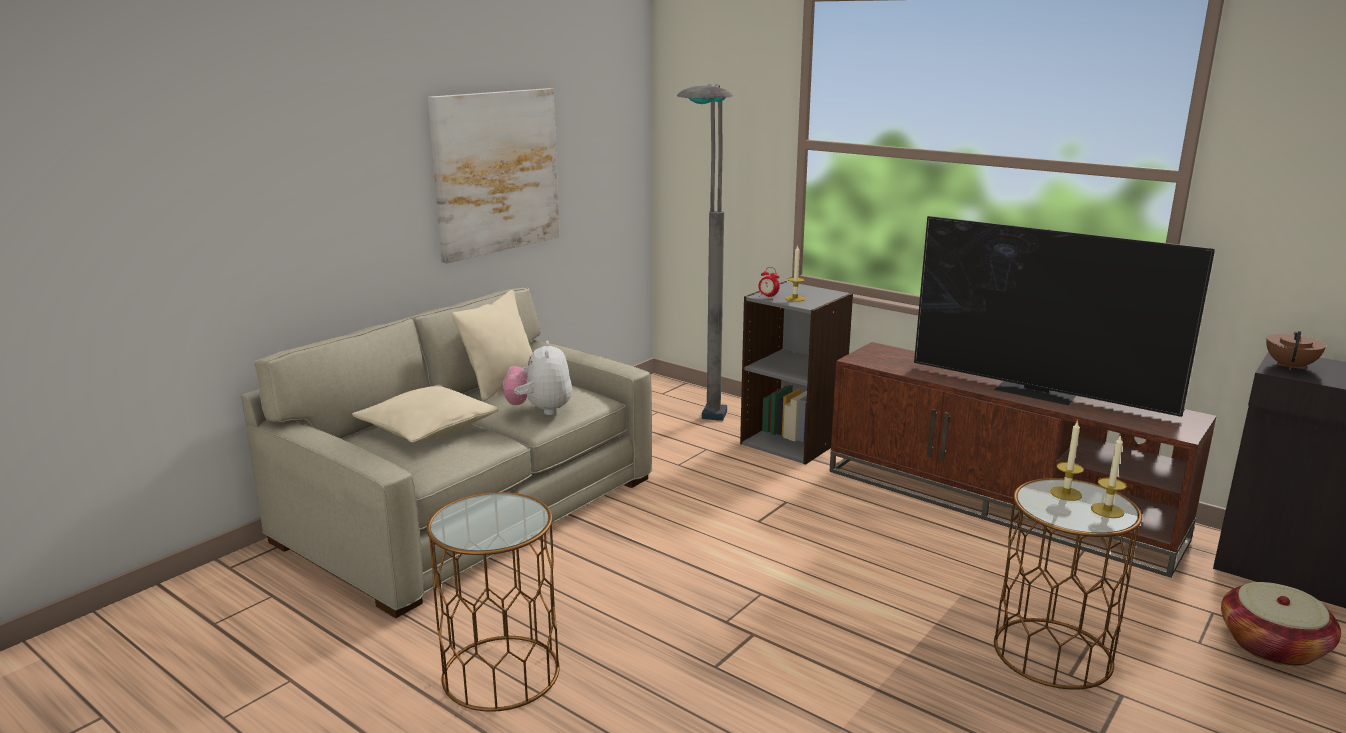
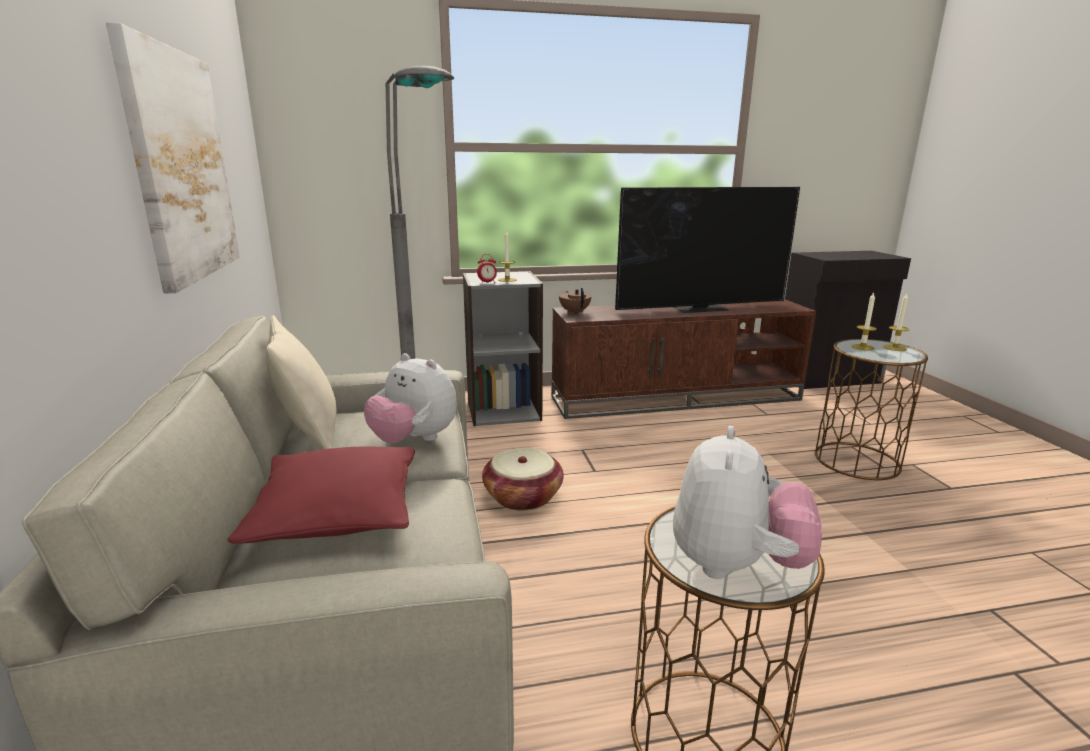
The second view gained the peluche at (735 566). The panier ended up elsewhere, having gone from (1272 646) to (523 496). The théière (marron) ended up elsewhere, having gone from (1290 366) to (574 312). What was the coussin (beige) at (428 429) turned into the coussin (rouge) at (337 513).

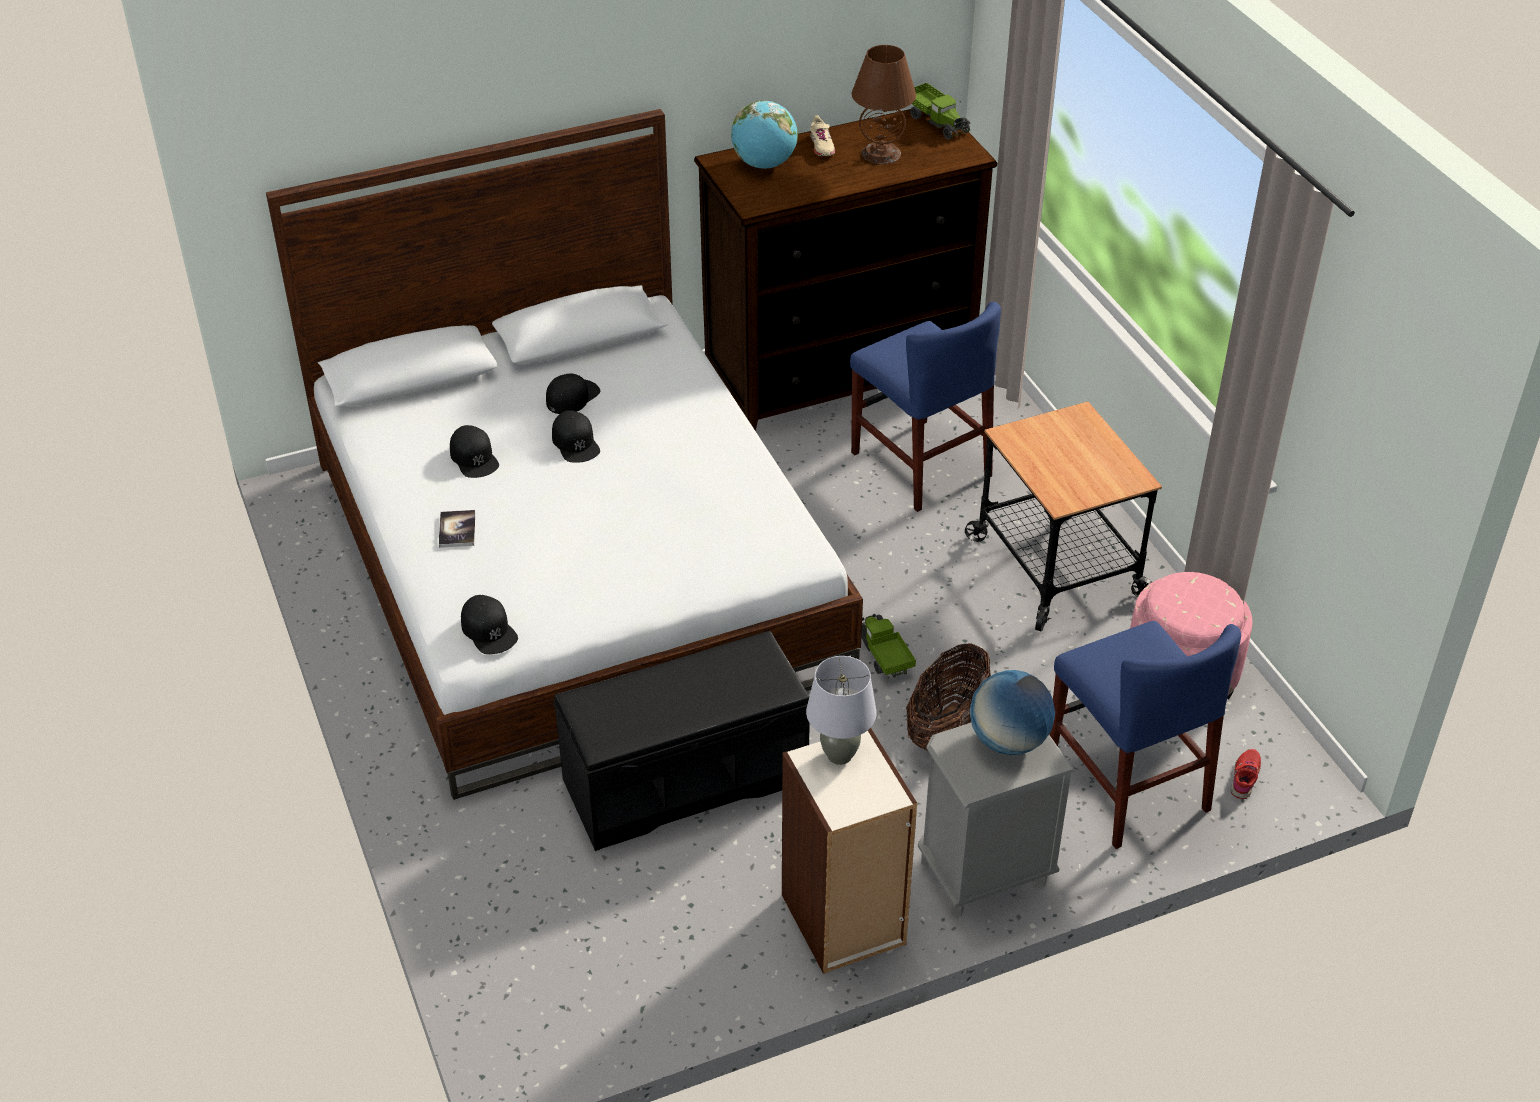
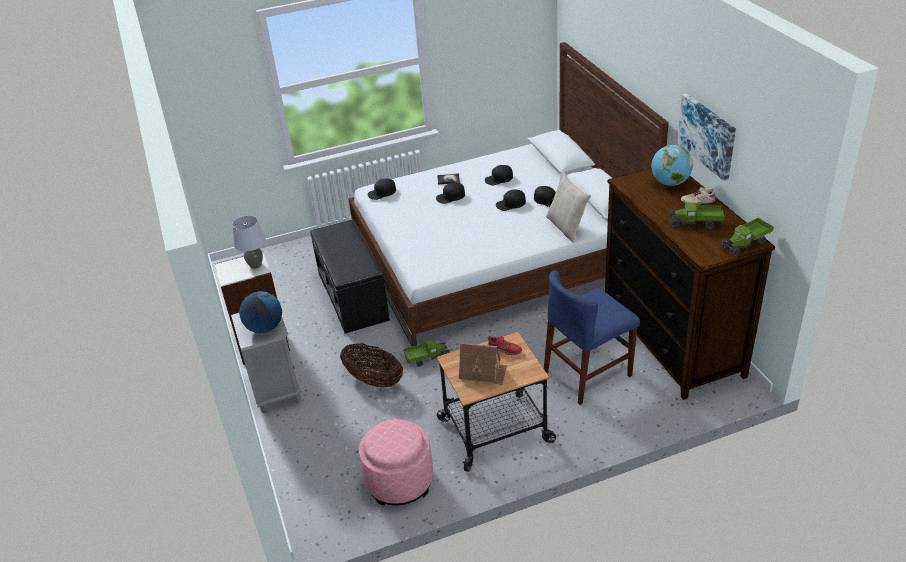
The second view lost the chaise (bleu) at (1126 784). The second view gained the casquette (noir) at (450 196). The second view gained the maison miniature at (482 372). The second view gained the coussin (beige) at (567 227). The second view gained the tableau at (707 135). The chaussure (rouge) ended up elsewhere, having gone from (1245 777) to (504 349). Where the lampe de table (marron) stood at (881 153), the camion jouet came to stand at (696 223).

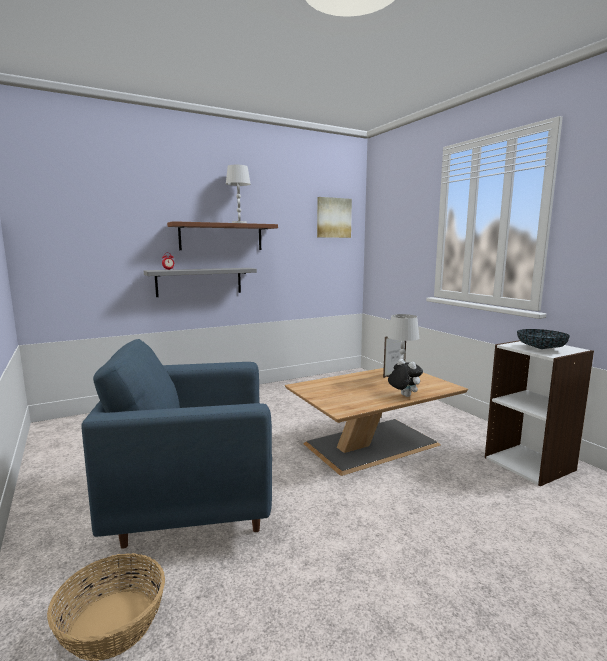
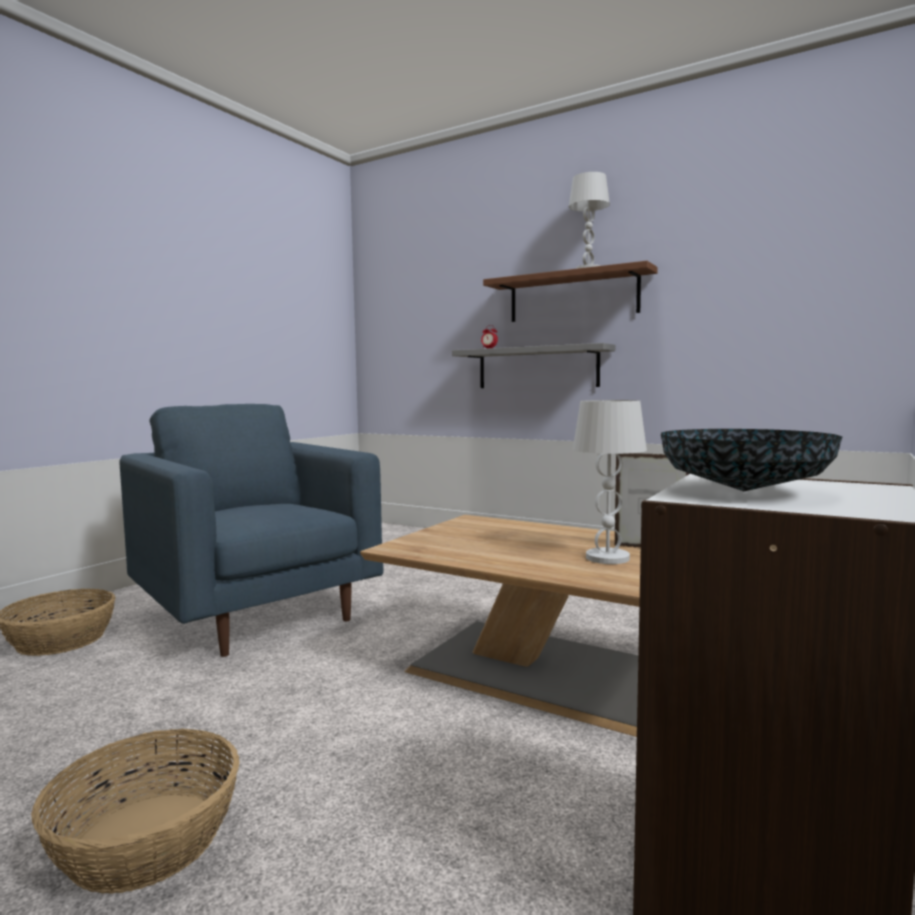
The second view lost the tableau at (333 218). The second view lost the peluche at (403 396). The second view gained the panier at (145 839).

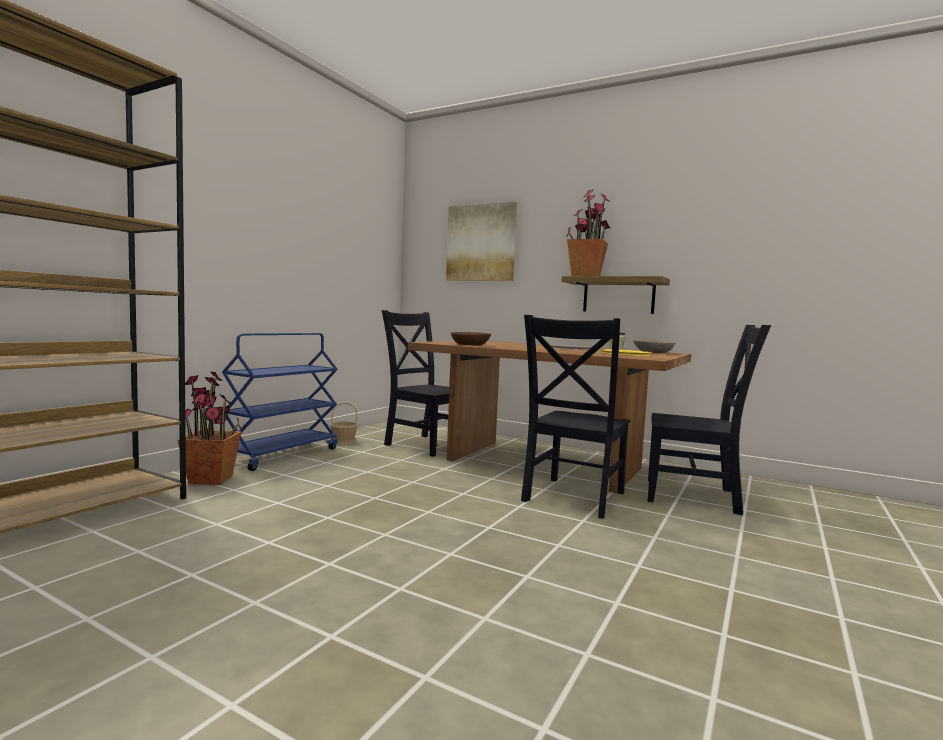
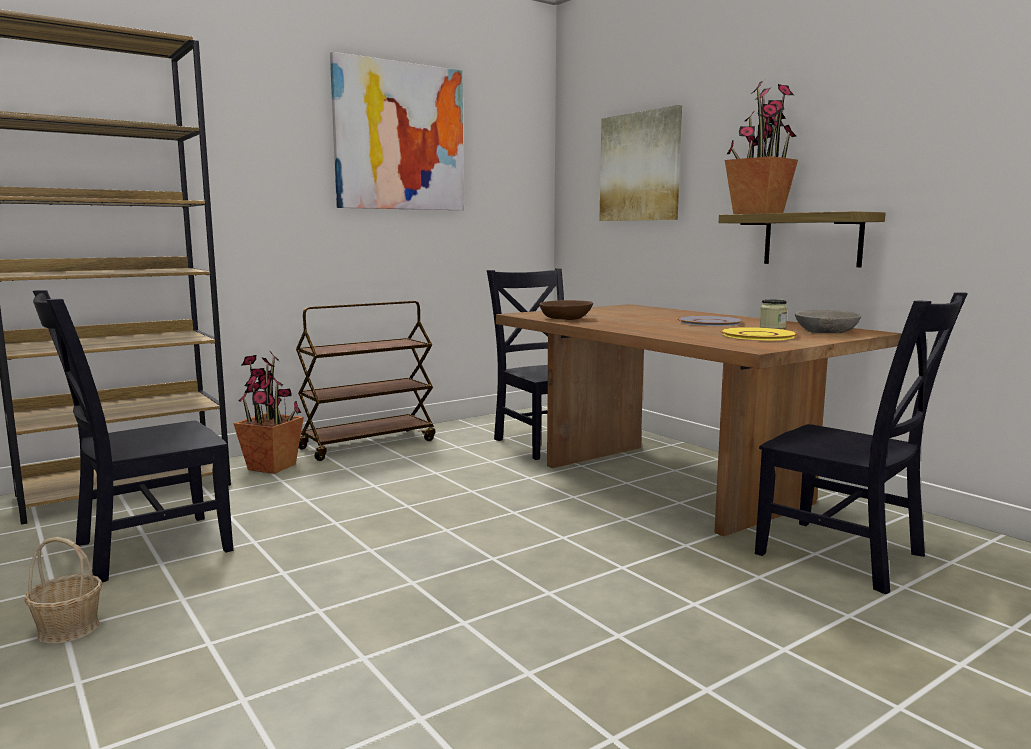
The second view gained the tableau at (399 137). The panier ended up elsewhere, having gone from (343 441) to (68 629). The chaise (noir) ended up elsewhere, having gone from (572 498) to (145 549). What was the chariot (bleu) at (282 455) turned into the chariot (marron) at (368 444).

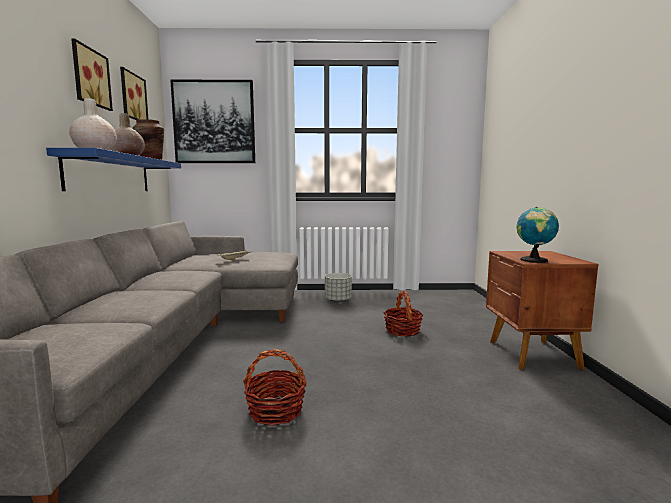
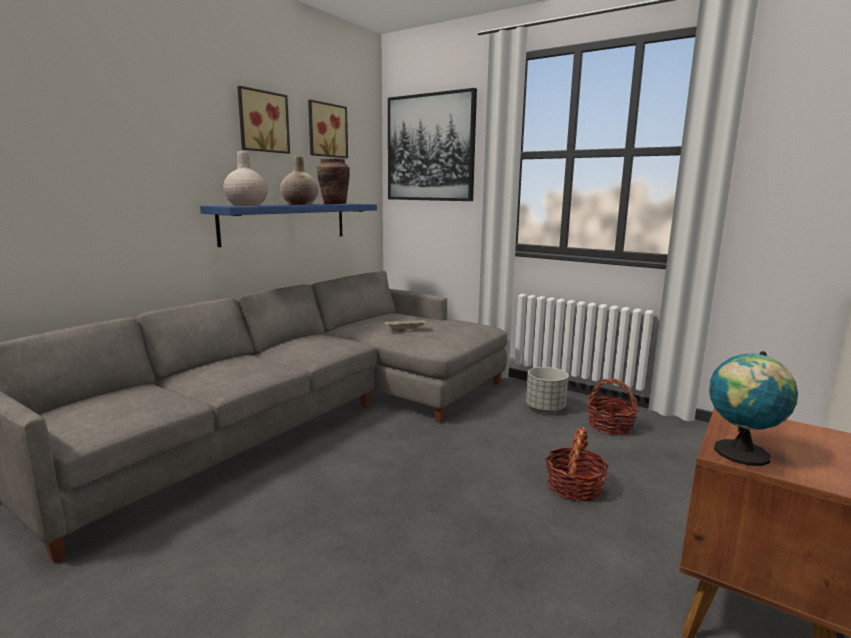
The panier ended up elsewhere, having gone from (276 410) to (610 426).

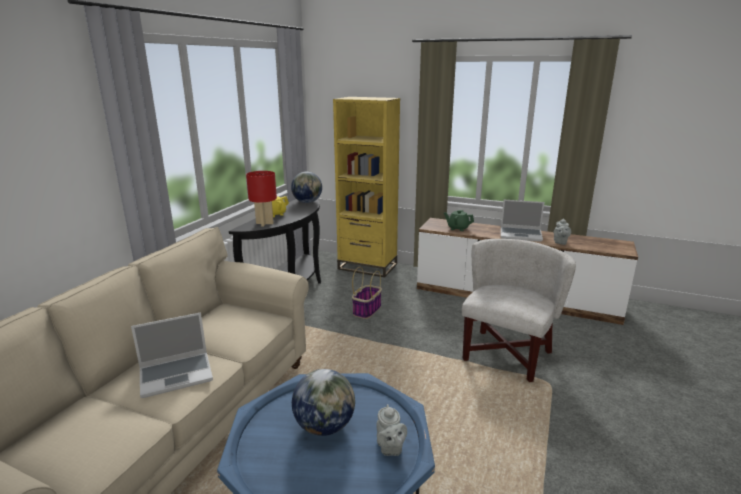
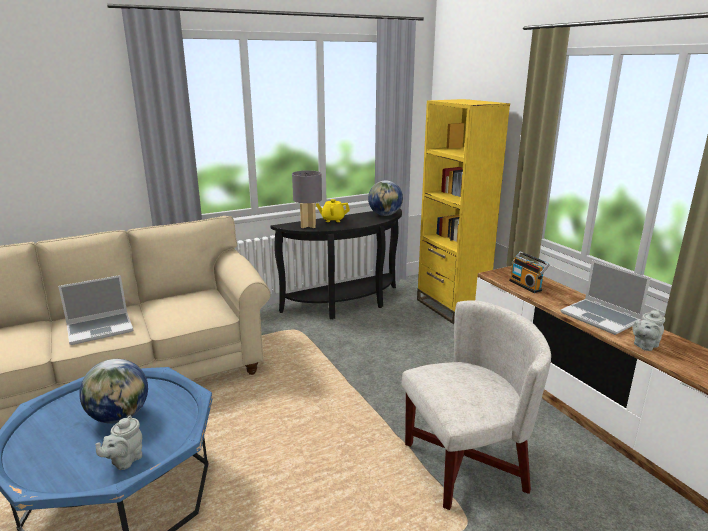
The second view lost the panier at (367 310). Where the théière (vert) stood at (458 228), the radio came to stand at (526 285). What was the lampe de table (rouge) at (264 223) turned into the lampe de table (gris) at (308 226). The ordinateur portable at (177 375) ended up facing another way, 45 degrees counterclockwise from before.

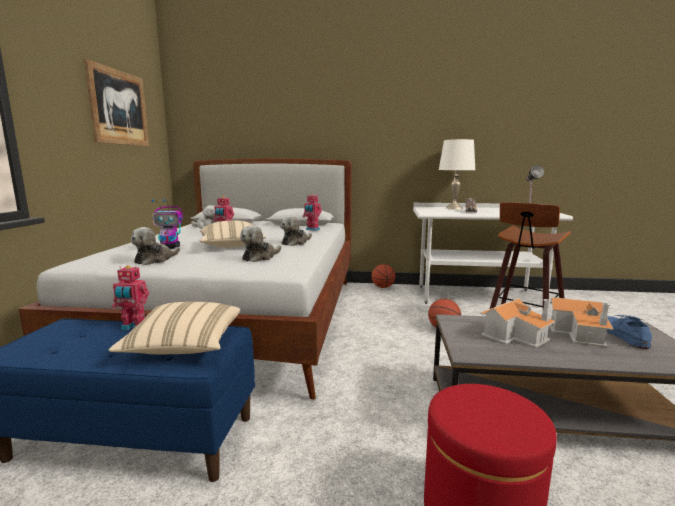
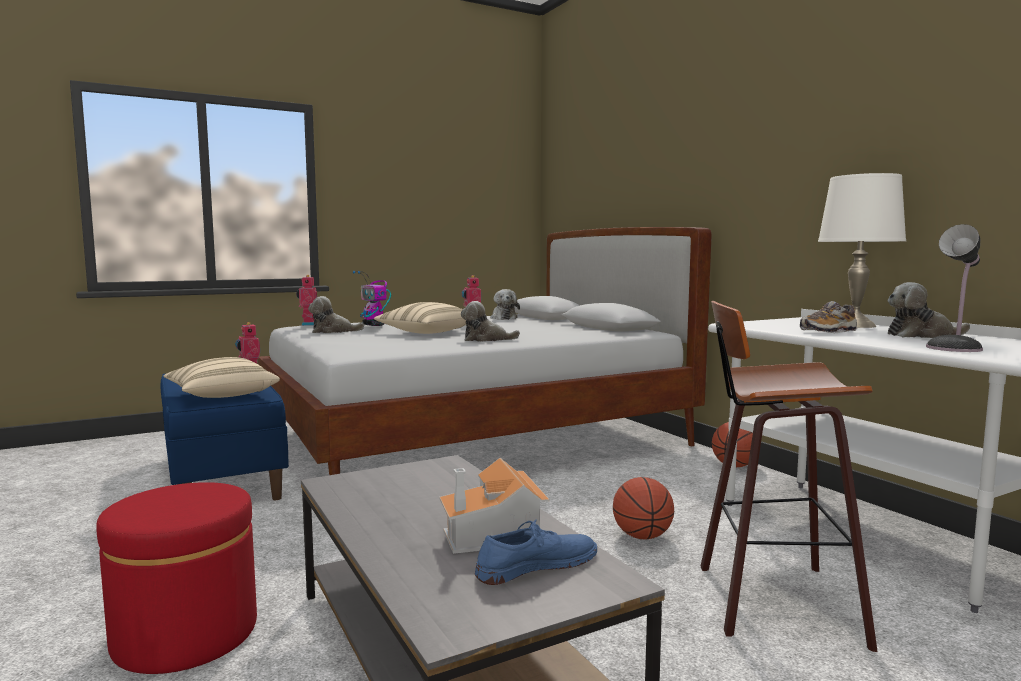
The second view lost the tableau at (119 108). The second view lost the maison miniature at (515 335). The peluche ended up elsewhere, having gone from (260 257) to (921 335). The robot jouet ended up elsewhere, having gone from (312 229) to (308 324).

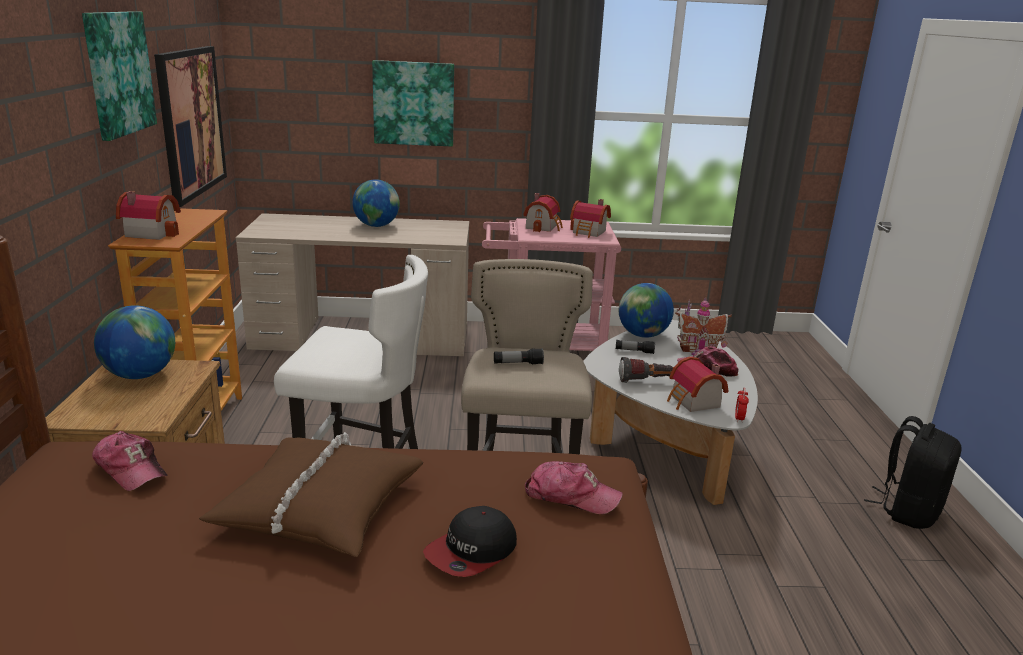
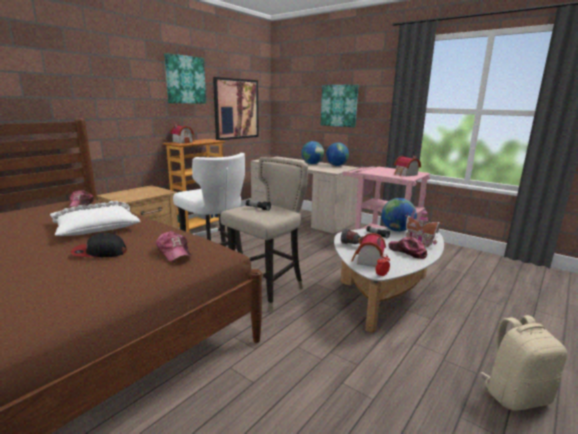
The second view lost the maison miniature at (543 227). The globe ended up elsewhere, having gone from (140 375) to (336 165). What was the coussin (marron) at (319 507) turned into the coussin (blanc) at (95 227). What was the sac à dos (noir) at (907 510) turned into the sac à dos (beige) at (515 395).

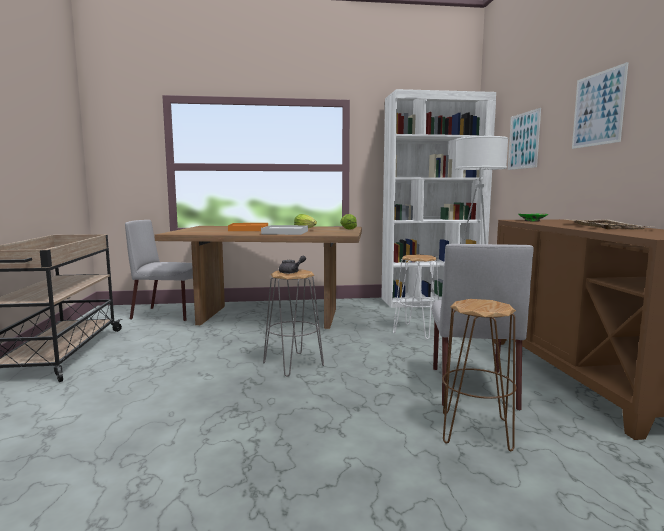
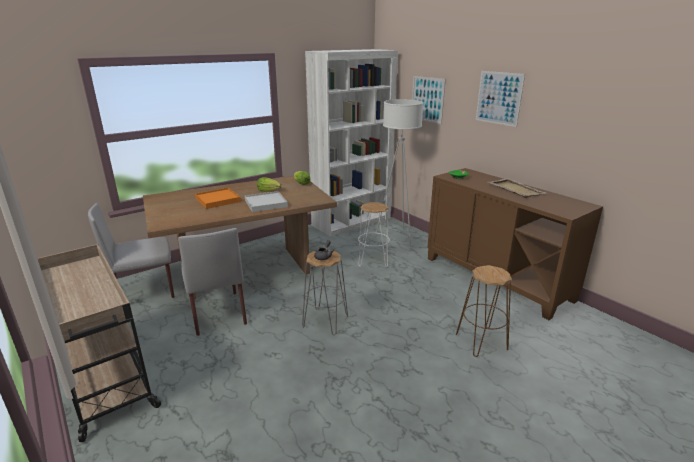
The chaise (gris) ended up elsewhere, having gone from (472 387) to (217 312).

